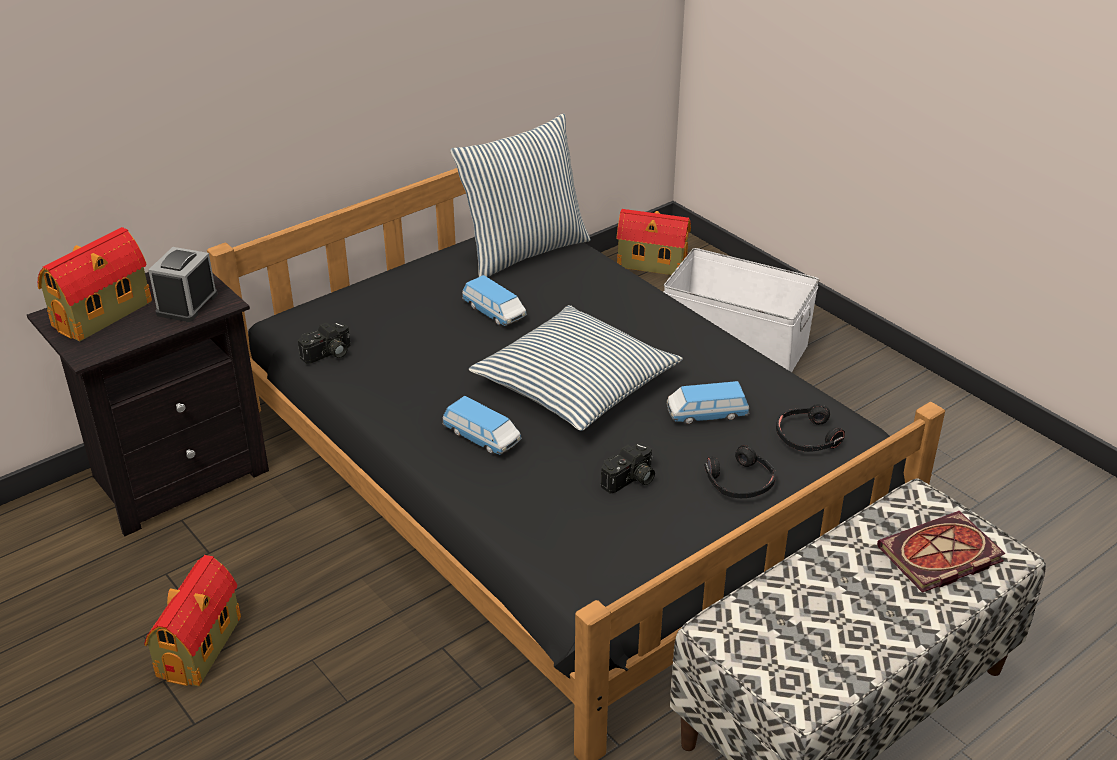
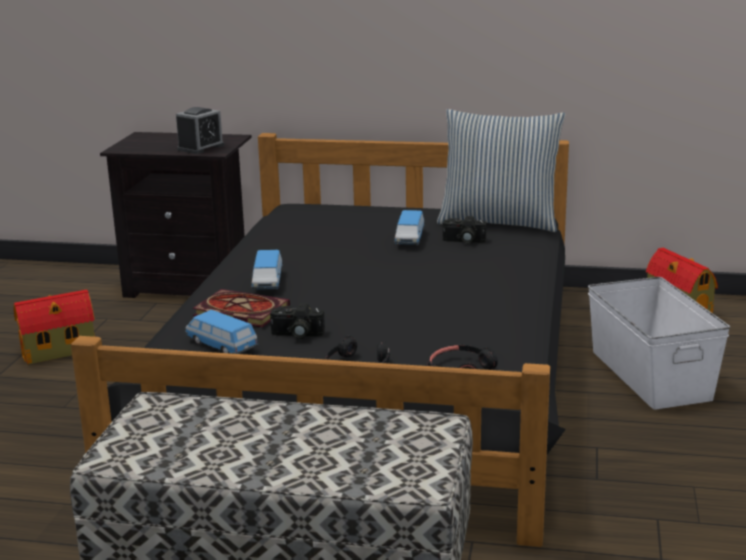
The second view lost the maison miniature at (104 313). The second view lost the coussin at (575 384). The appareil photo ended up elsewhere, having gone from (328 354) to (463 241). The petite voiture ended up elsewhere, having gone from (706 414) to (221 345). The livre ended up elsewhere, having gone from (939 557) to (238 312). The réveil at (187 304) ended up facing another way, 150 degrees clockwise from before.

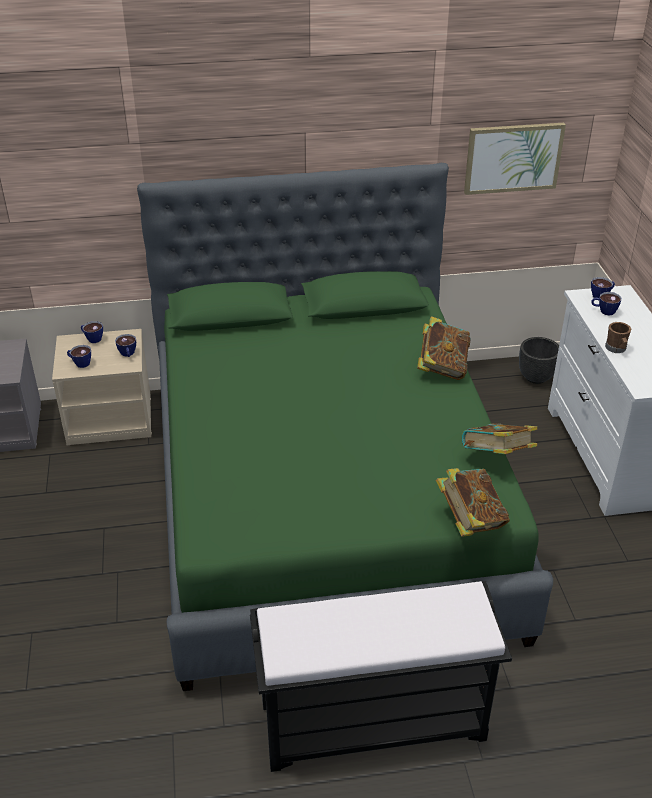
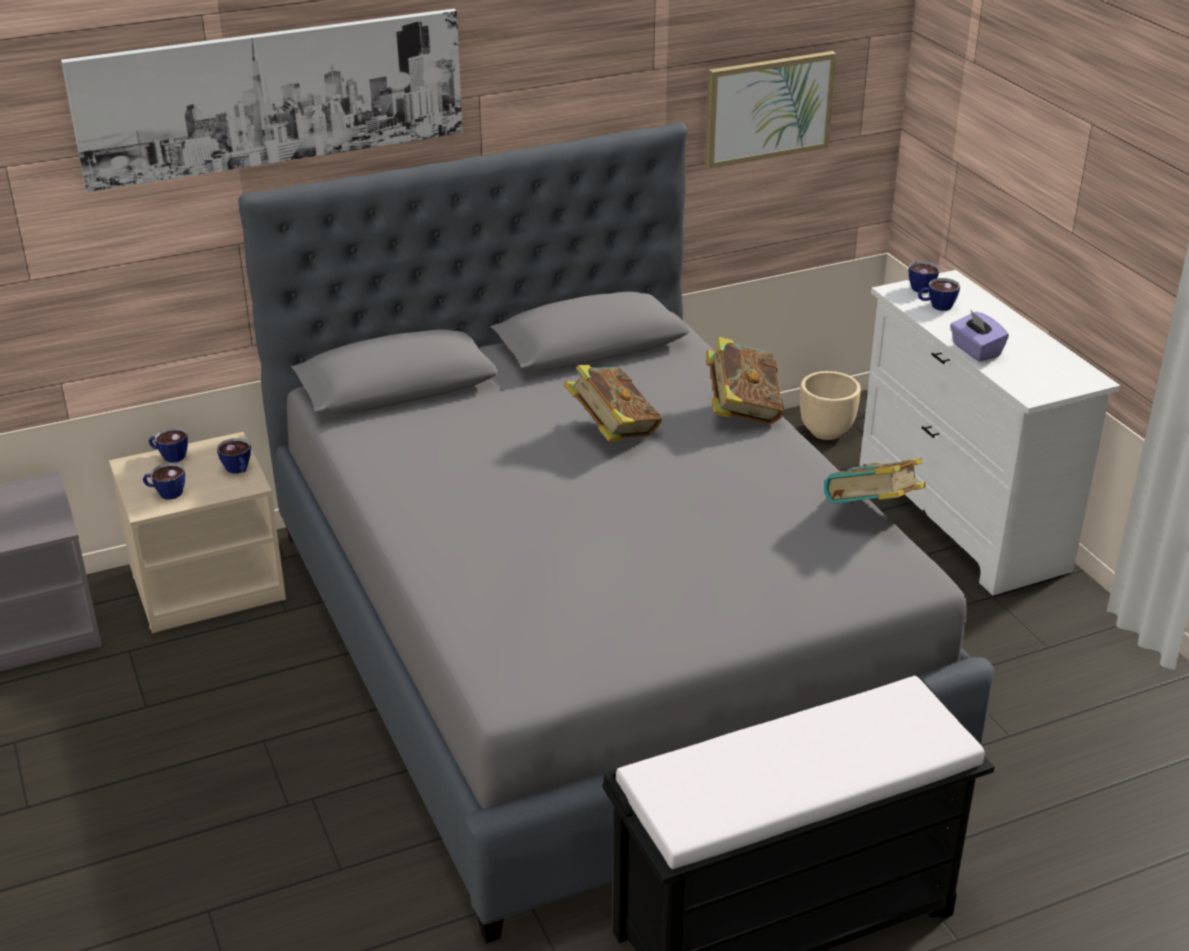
The second view gained the tableau at (272 96). The livre ended up elsewhere, having gone from (470 520) to (613 432). Where the mug (marron) stood at (616 349), the boîte à mouchoirs (violet) came to stand at (975 350). What was the lit (vert) at (326 502) turned into the lit (gris) at (594 644). What was the cache-pot (noir) at (536 377) turned into the cache-pot (beige) at (827 432).

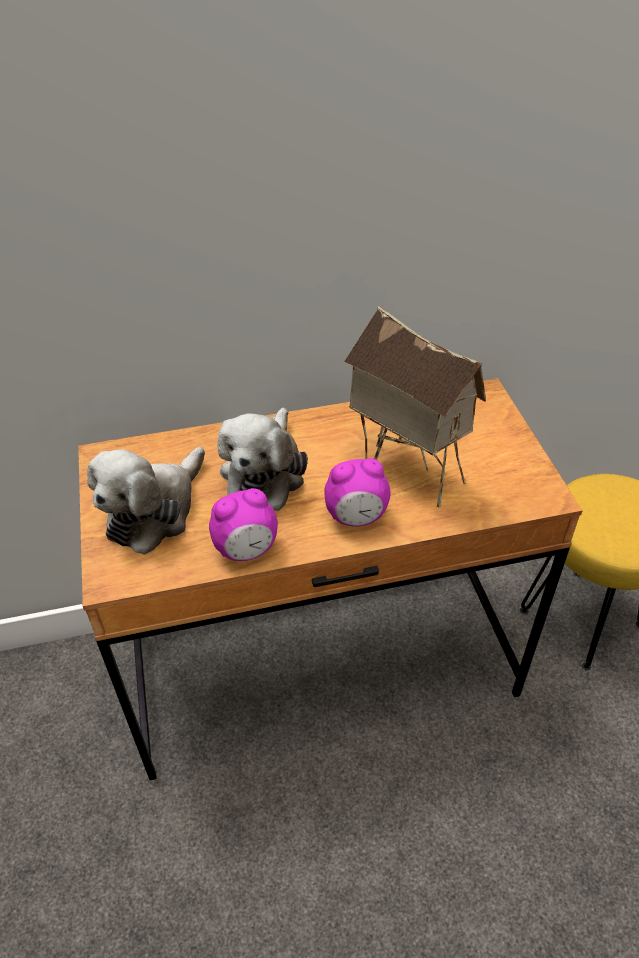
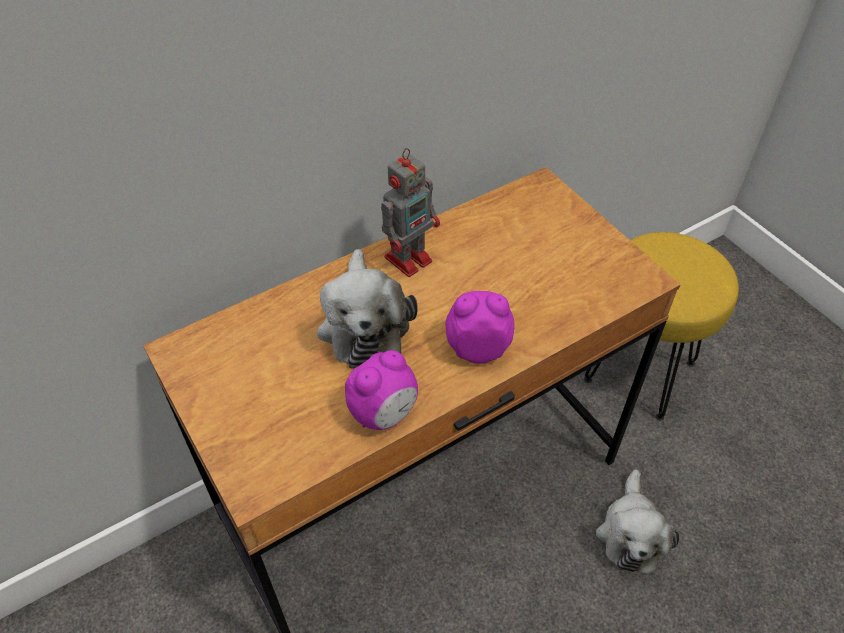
The second view lost the maison miniature at (405 472). The second view gained the robot jouet at (410 258). The peluche ended up elsewhere, having gone from (154 511) to (631 533). The réveil at (356 517) ended up facing another way, 150 degrees counterclockwise from before.

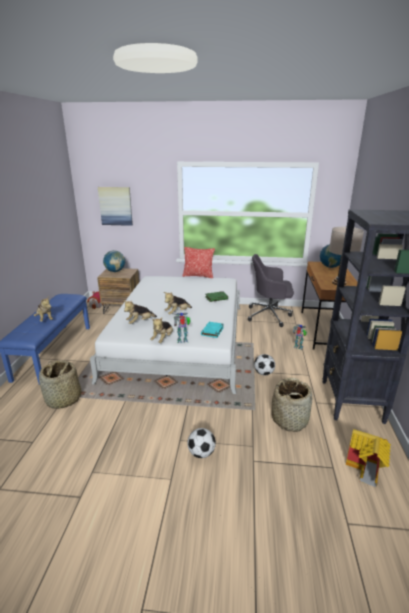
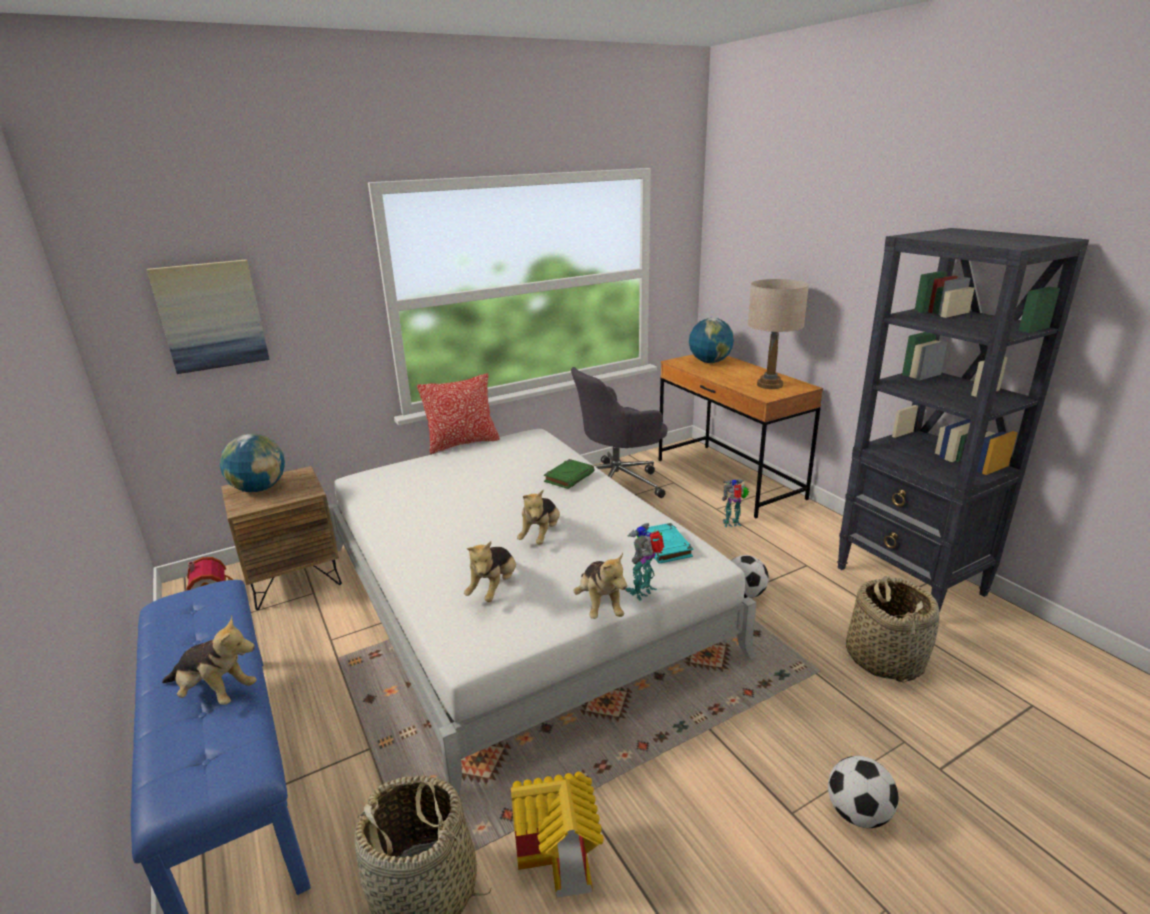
The maison miniature ended up elsewhere, having gone from (366 469) to (562 856).

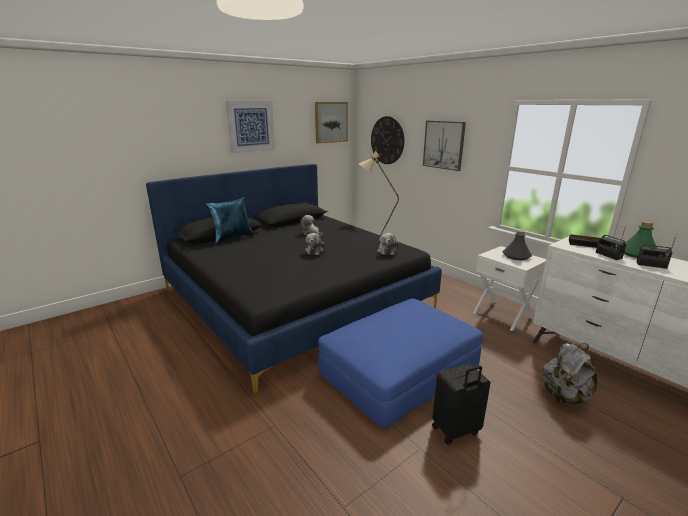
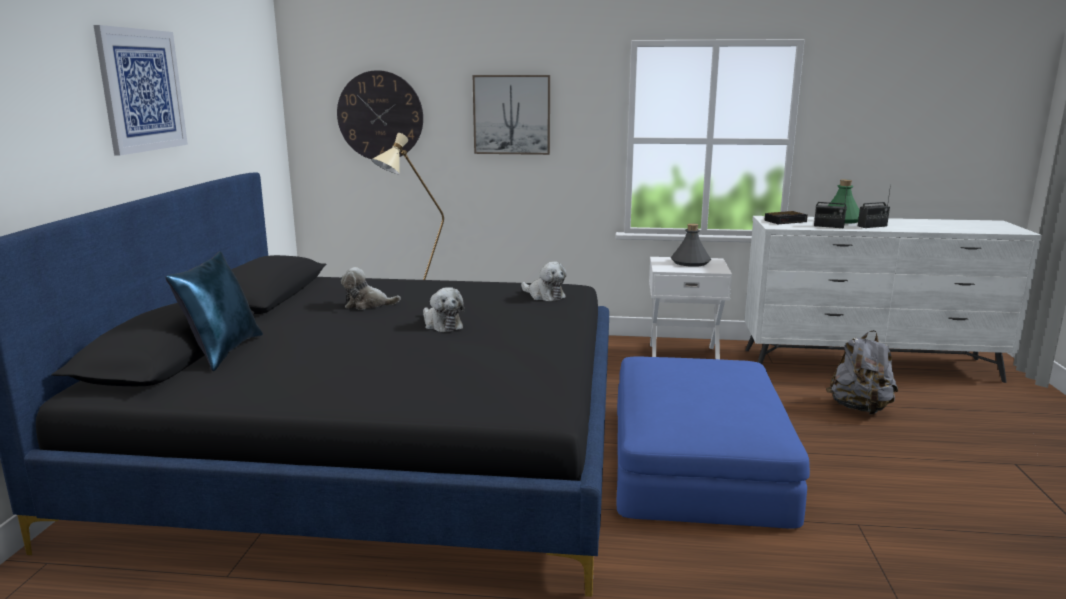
The second view lost the tableau at (331 122). The second view lost the valise (noir) at (456 431).

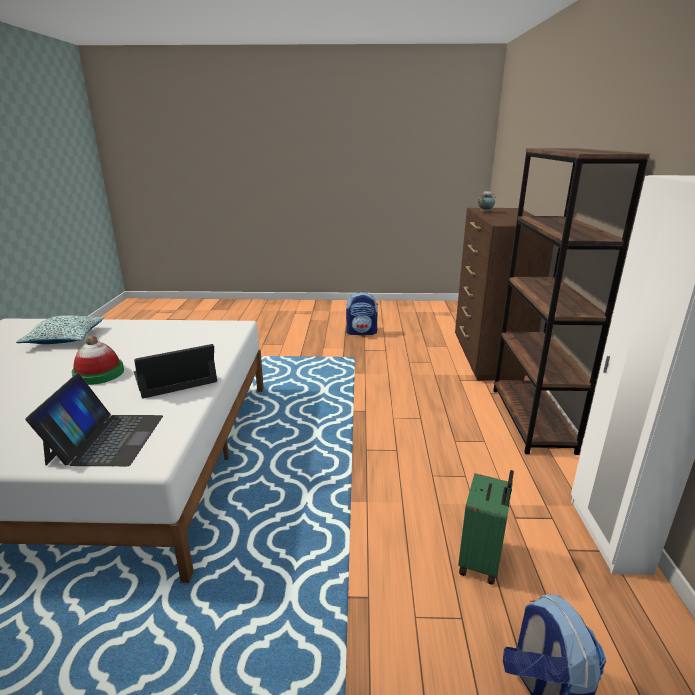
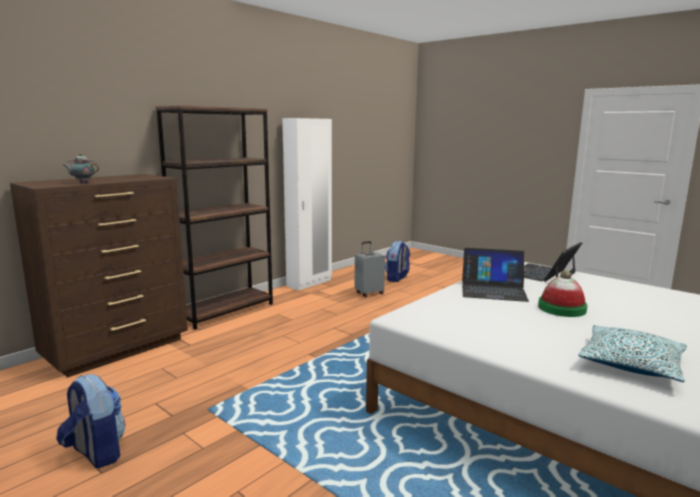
What was the valise (vert) at (481 561) turned into the valise (gris) at (369 293).

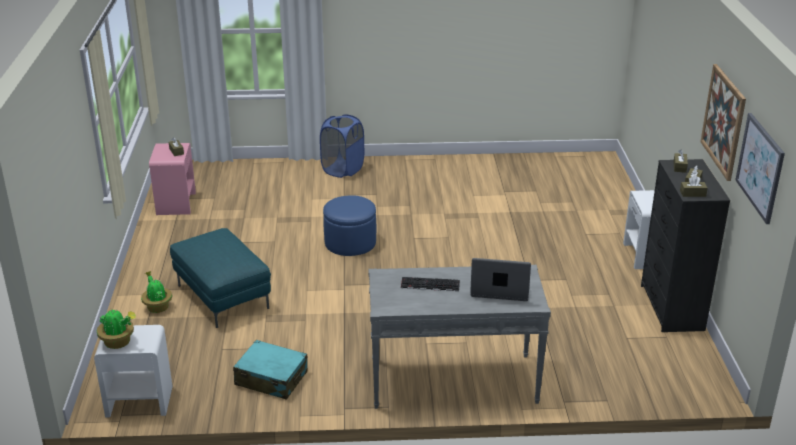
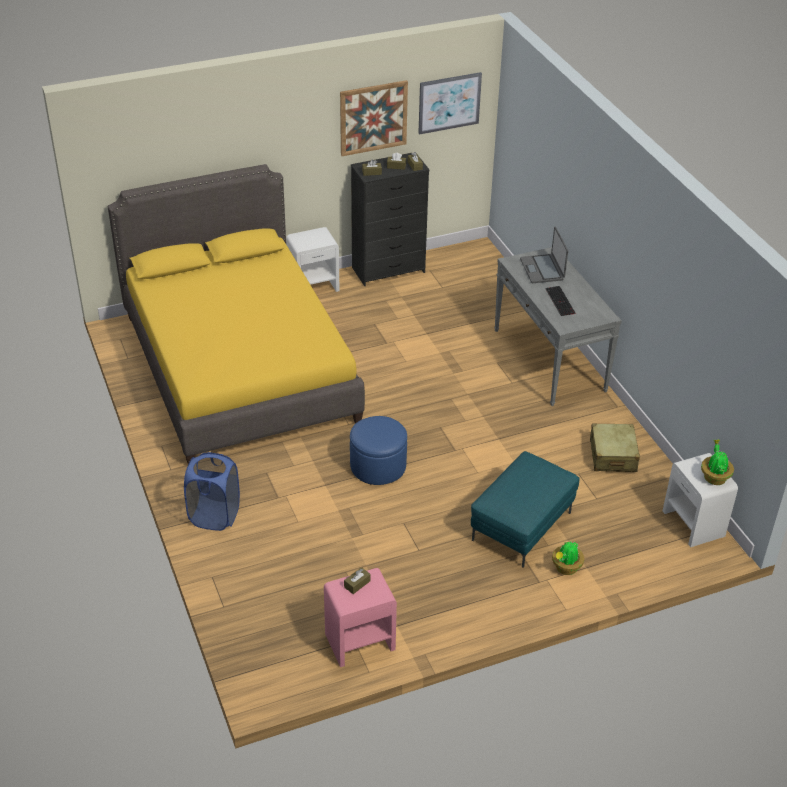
The second view gained the lit (jaune) at (239 367). What was the valise (turquoise) at (271 379) turned into the valise (beige) at (612 455).

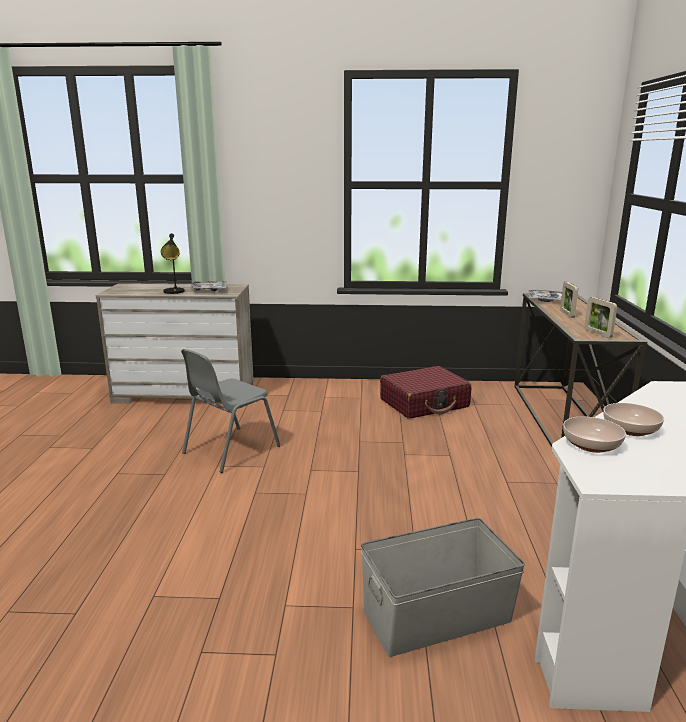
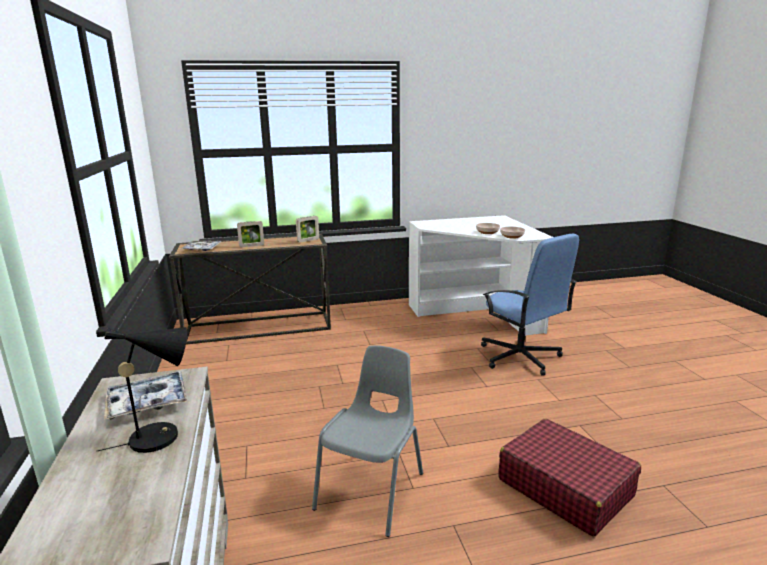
The valise (rouge) ended up elsewhere, having gone from (424 403) to (564 487). Where the boîte de rangement (gris) stood at (436 616), the chaise de bureau (bleu) came to stand at (520 357). The chaise (gris) at (229 450) ended up facing another way, 90 degrees counterclockwise from before.

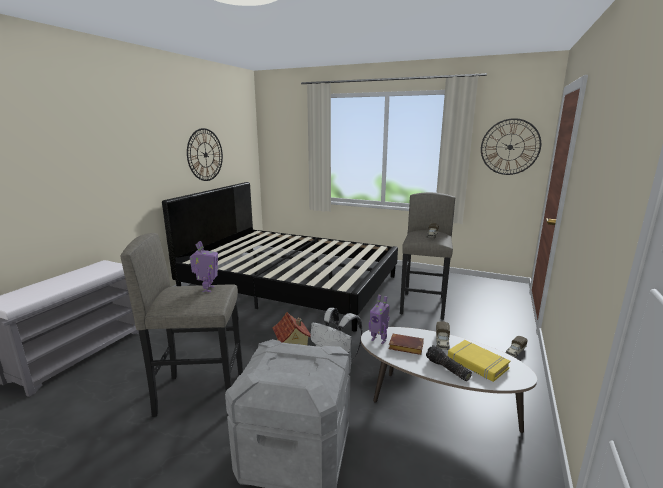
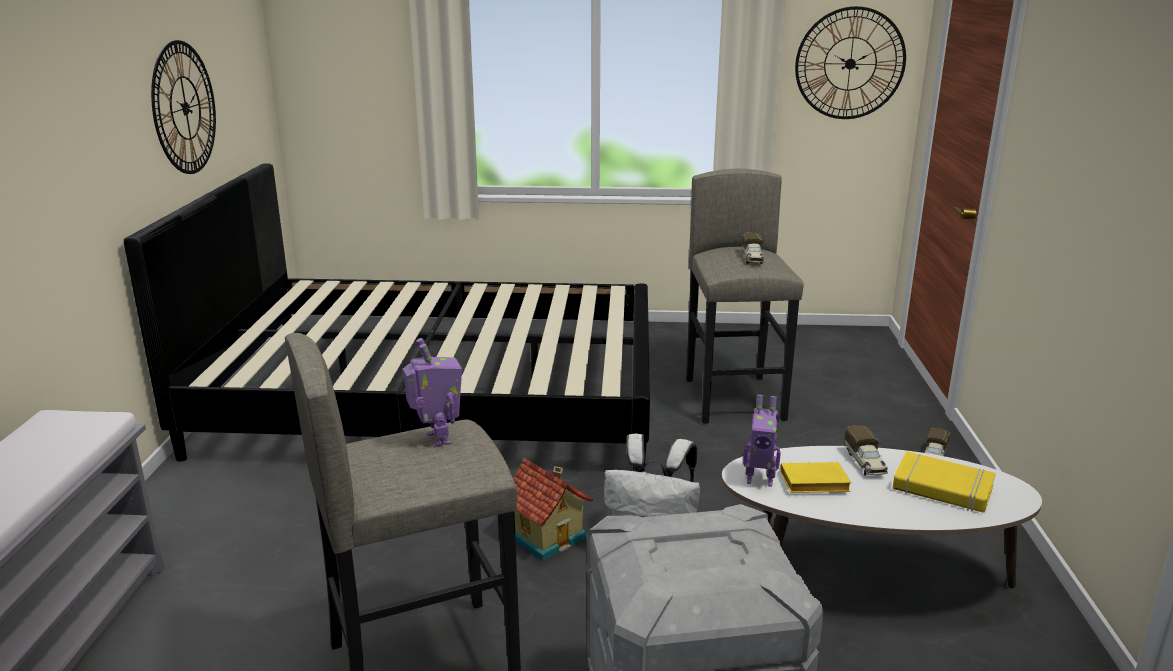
The second view lost the lampe de poche at (446 369). What was the livre (marron) at (405 347) turned into the livre (jaune) at (812 484).

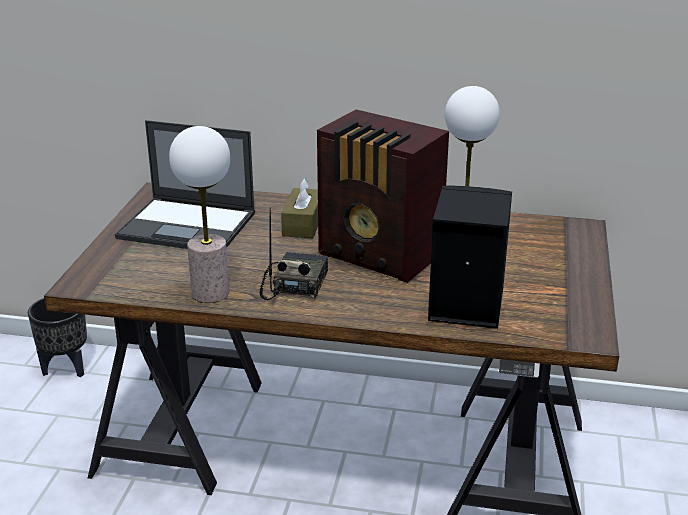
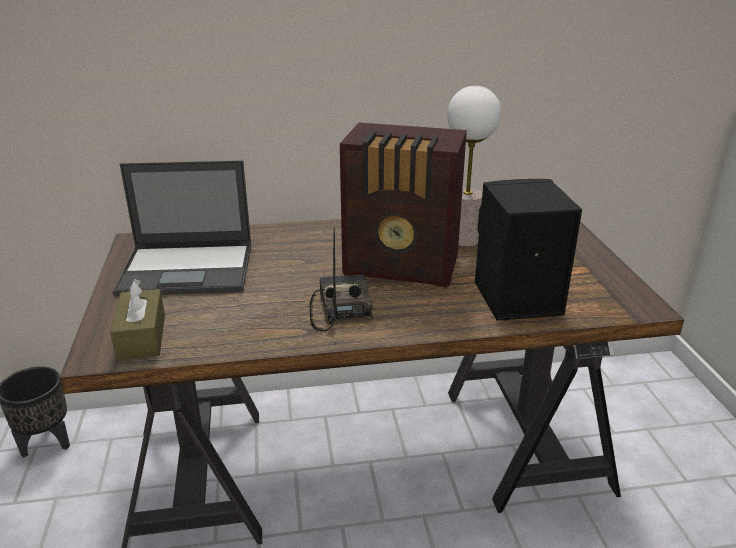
The second view lost the lampe de table at (211 293). The boîte à mouchoirs (marron) ended up elsewhere, having gone from (303 224) to (142 337).

